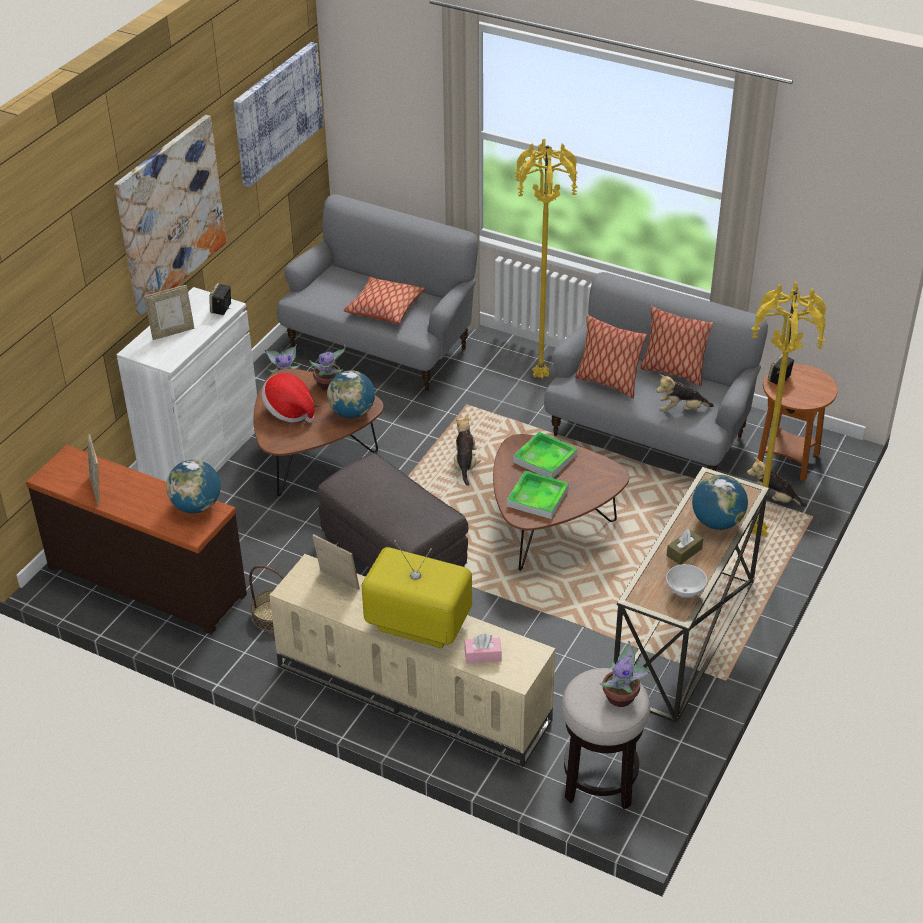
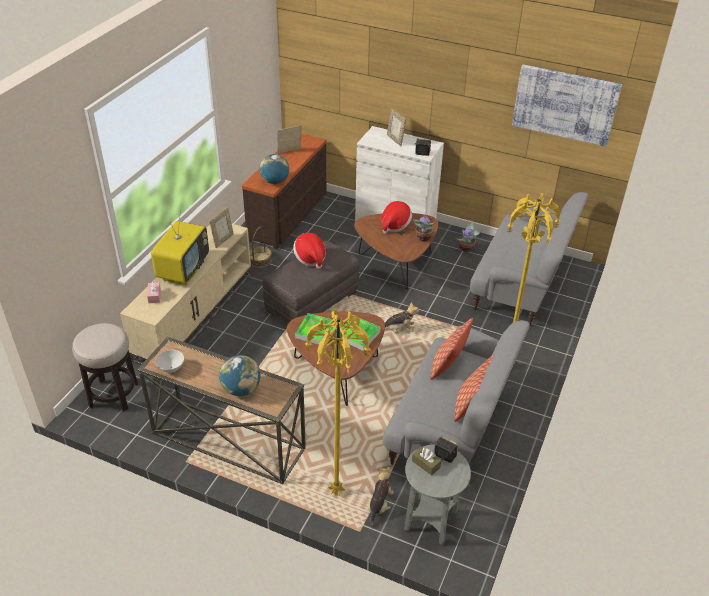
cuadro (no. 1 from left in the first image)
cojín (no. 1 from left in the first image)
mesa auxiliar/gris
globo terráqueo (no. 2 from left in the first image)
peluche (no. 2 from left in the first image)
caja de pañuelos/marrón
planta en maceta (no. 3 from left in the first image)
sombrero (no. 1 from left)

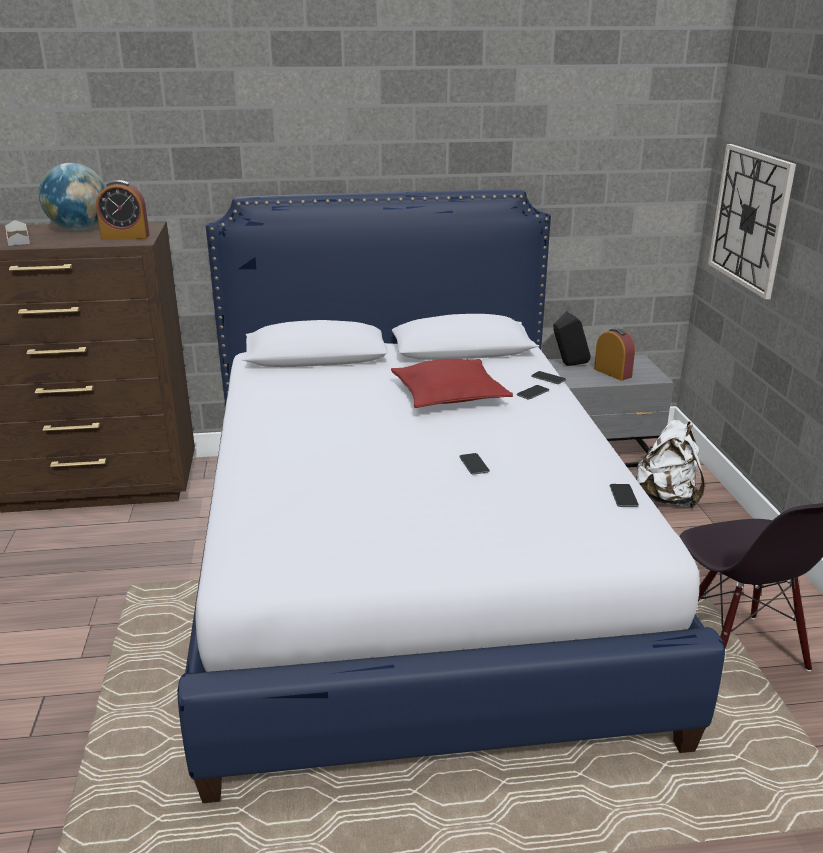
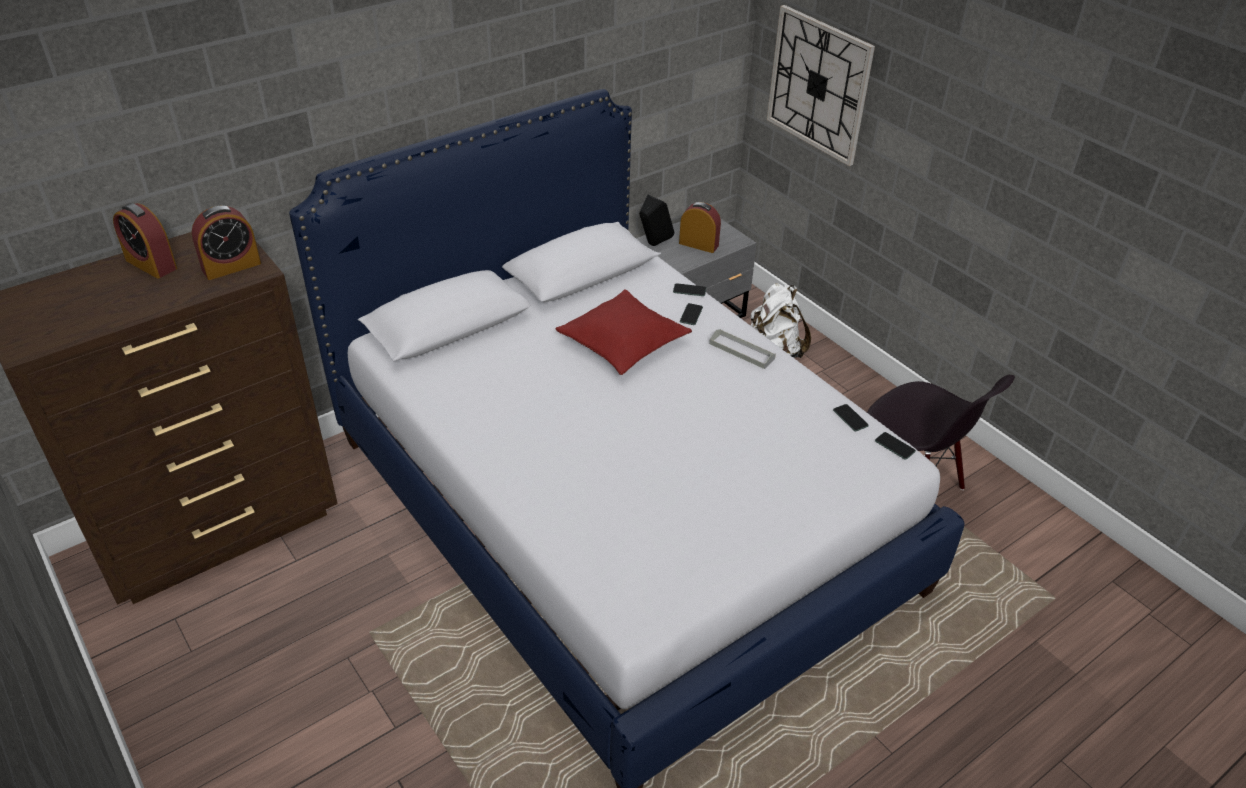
despertador (no. 1 from left)
bandeja/gris
móvil (no. 4 from left)

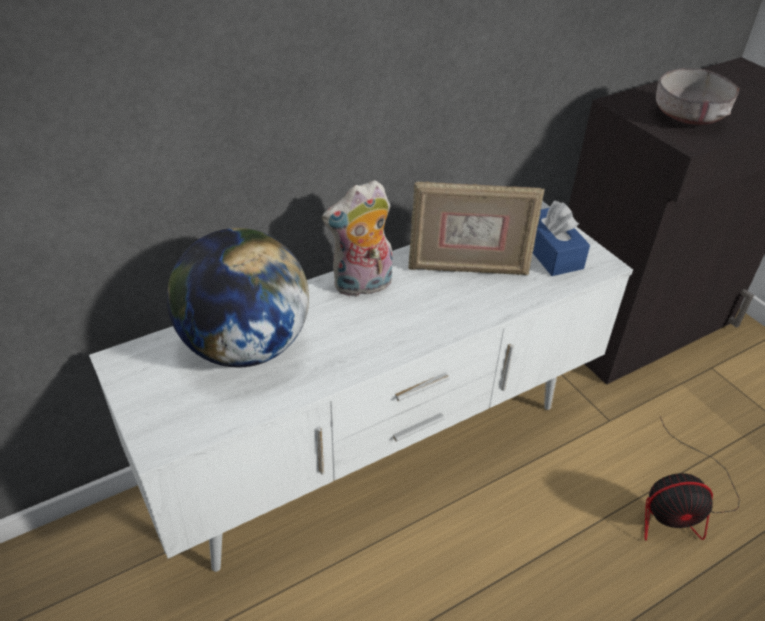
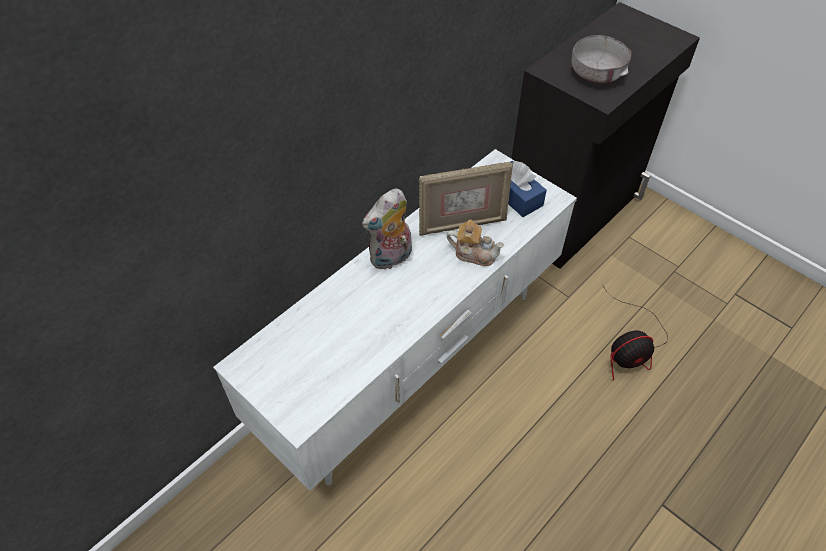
globo terráqueo
tetera

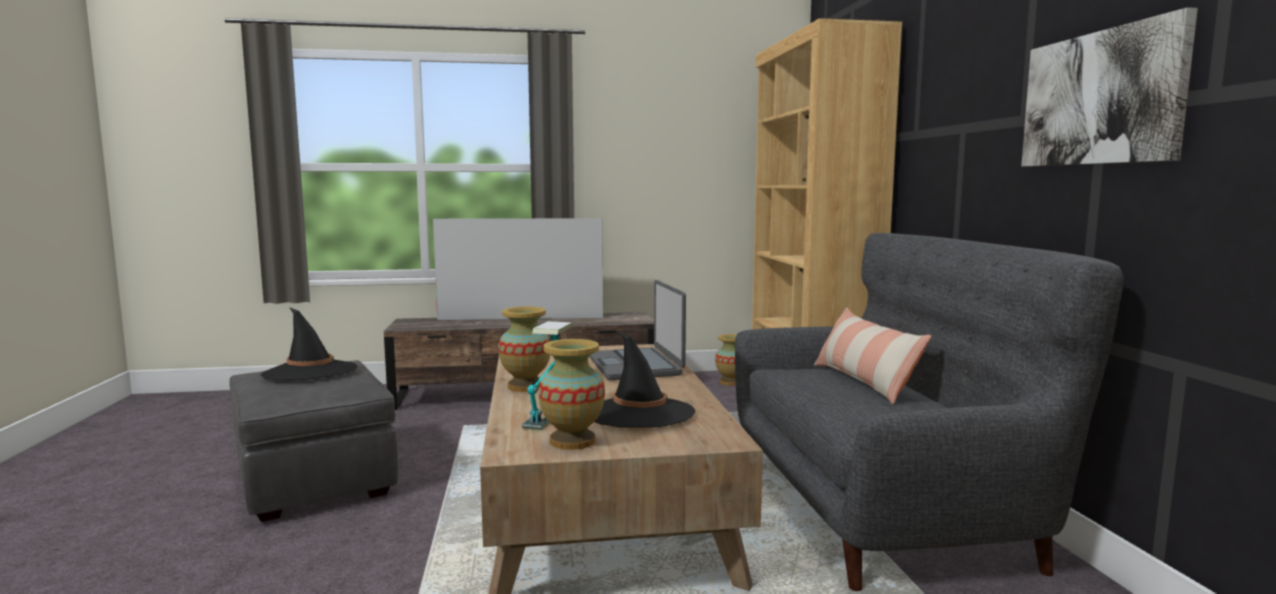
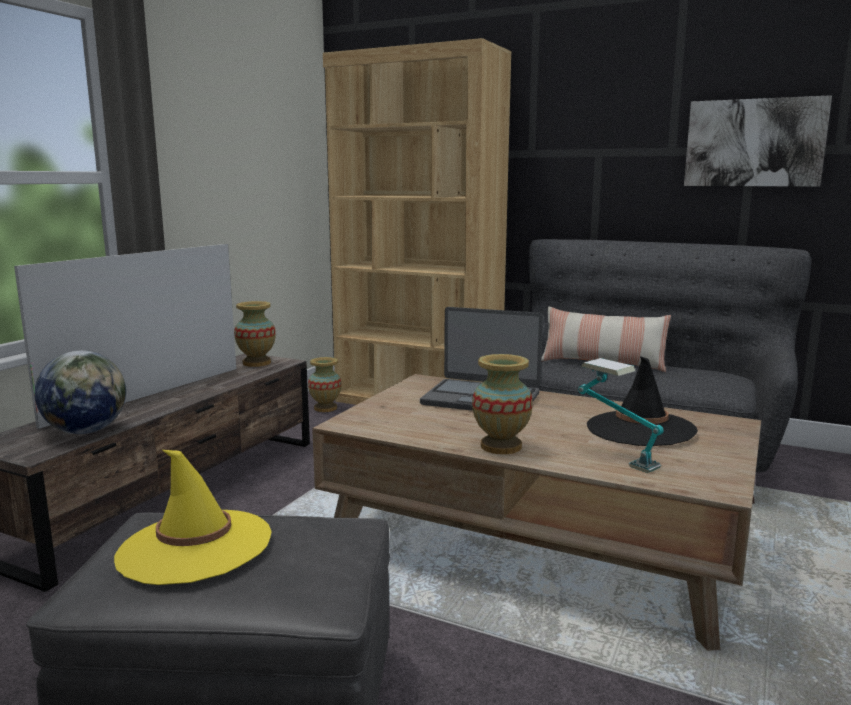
sombrero/amarillo
florero (no. 1 from left)
globo terráqueo

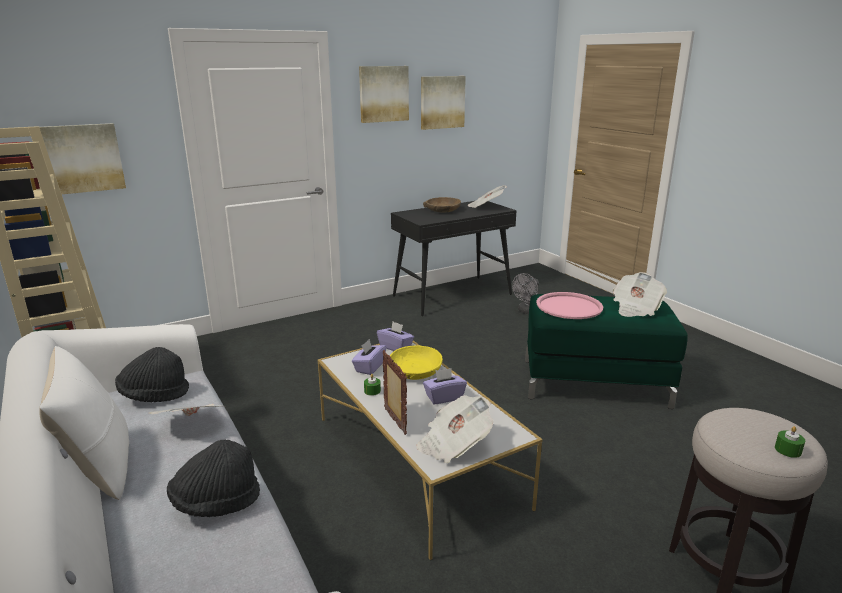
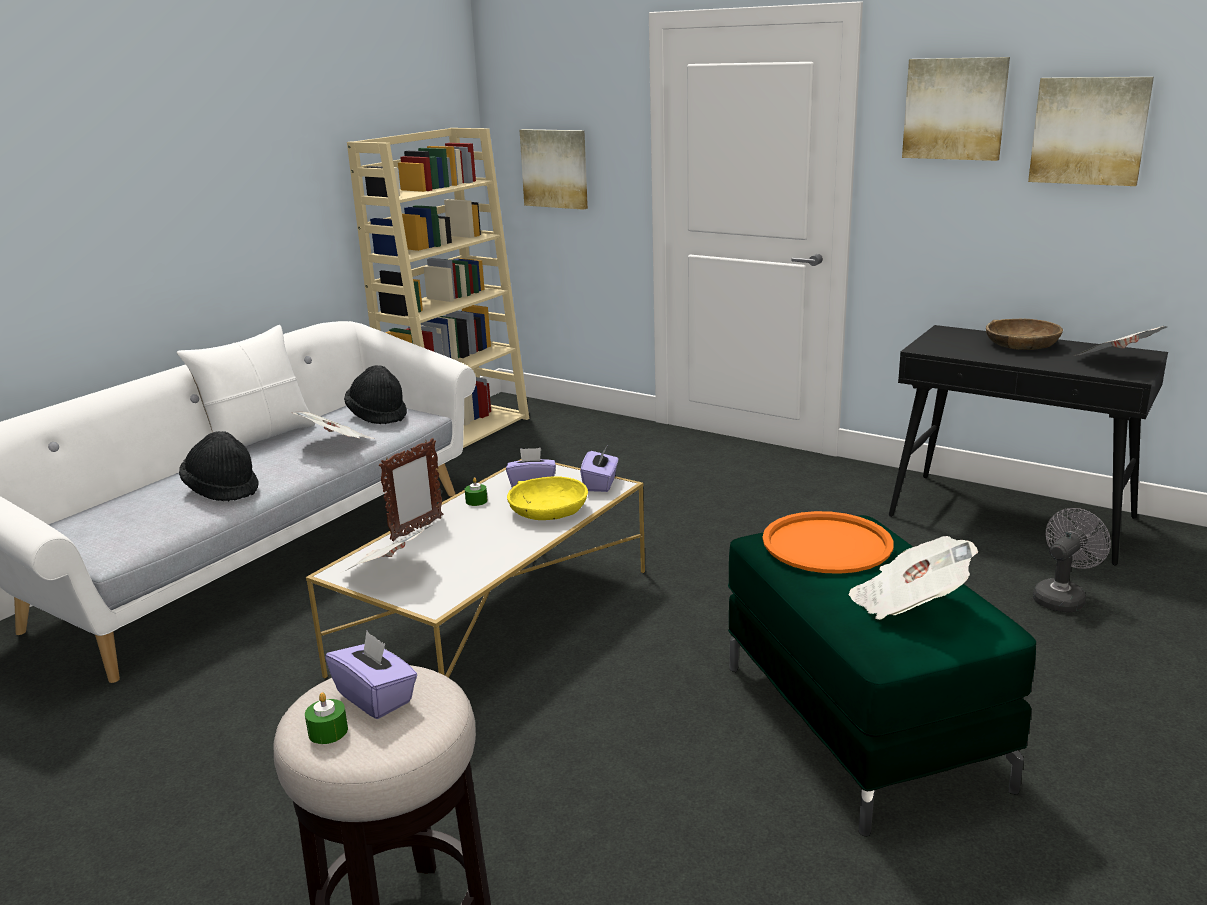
ventilador/gris
bandeja/naranja
caja de pañuelos/morado (no. 1 from left)

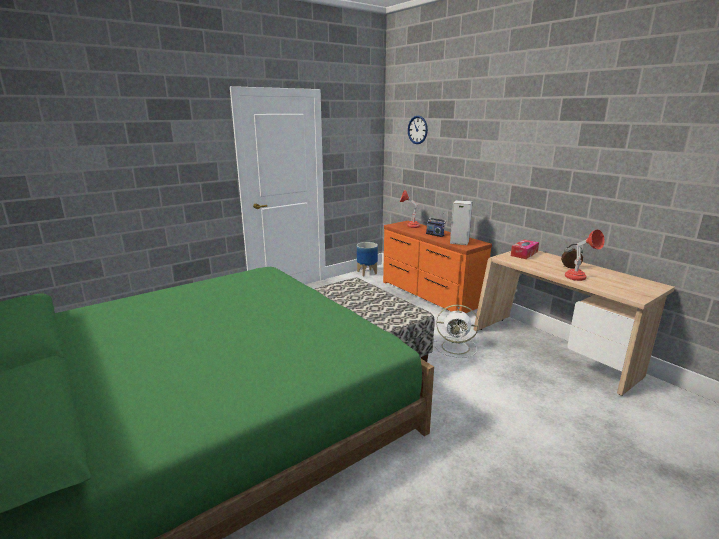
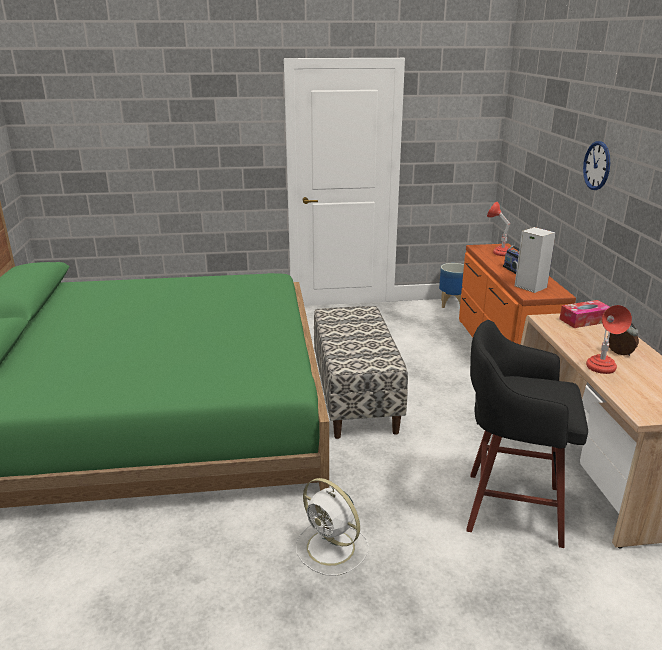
reloj de pared
ventilador/blanco
taburete/negro

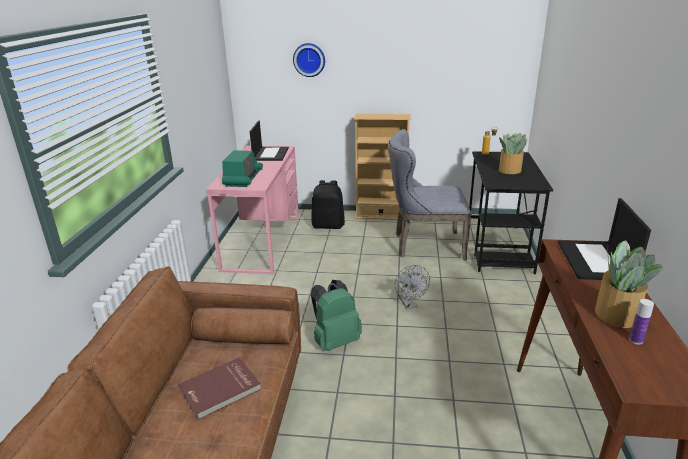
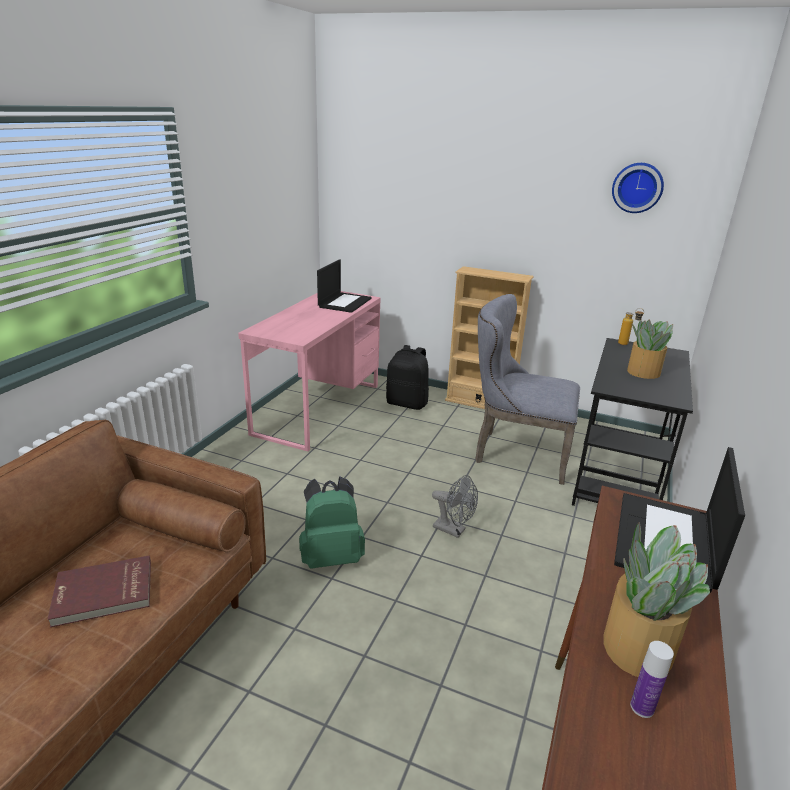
reloj de pared
radio
ventilador/gris

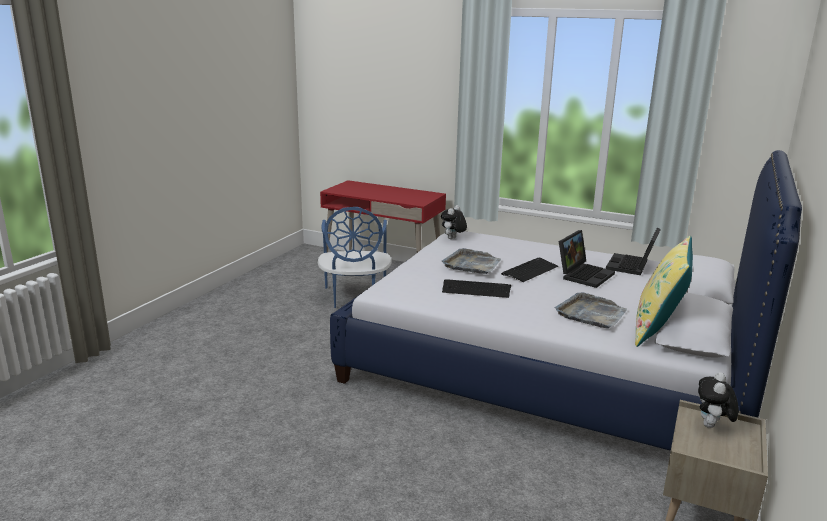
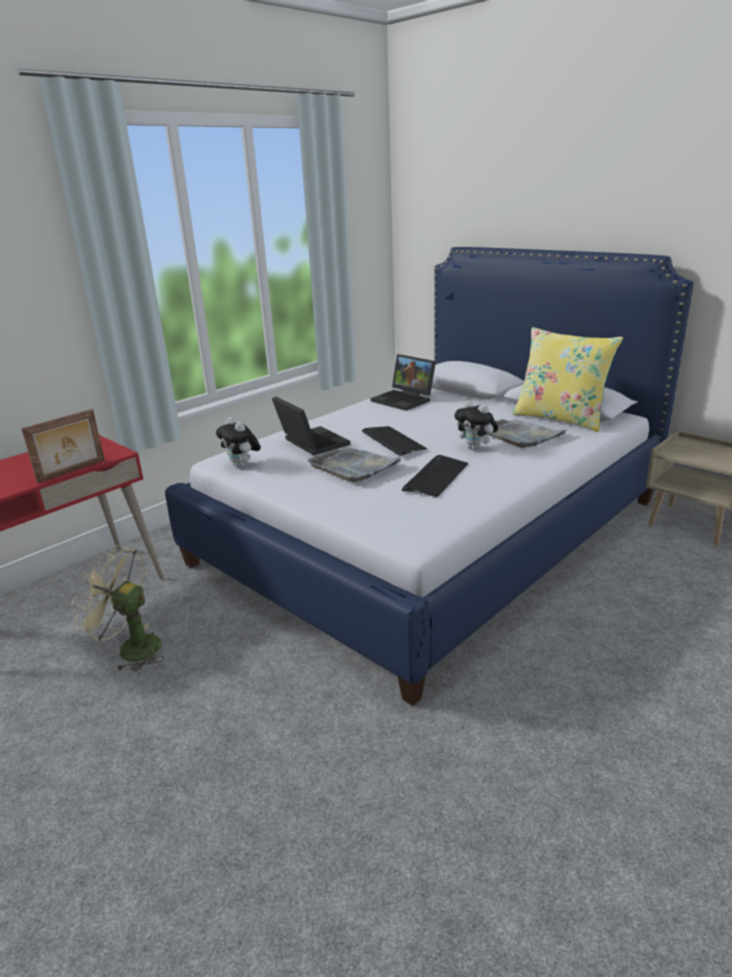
ventilador/beis
portátil (no. 1 from left)
peluche (no. 2 from left)
portarretratos

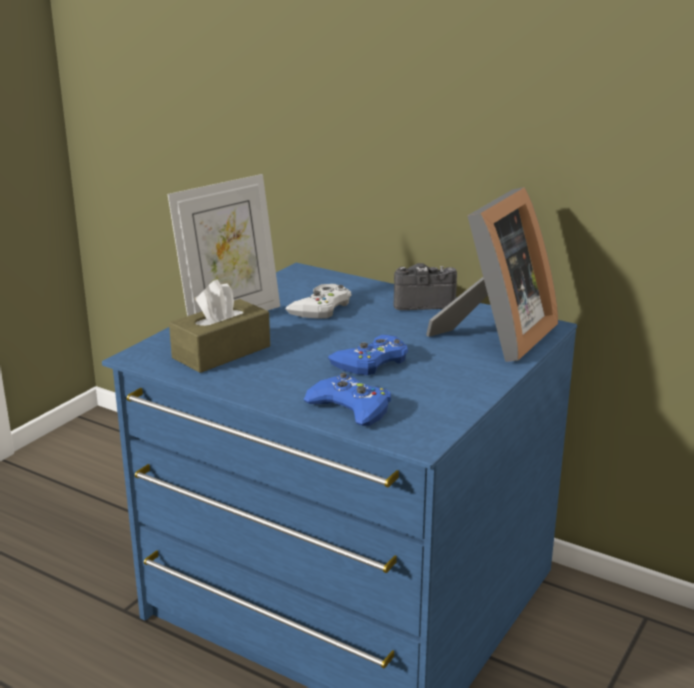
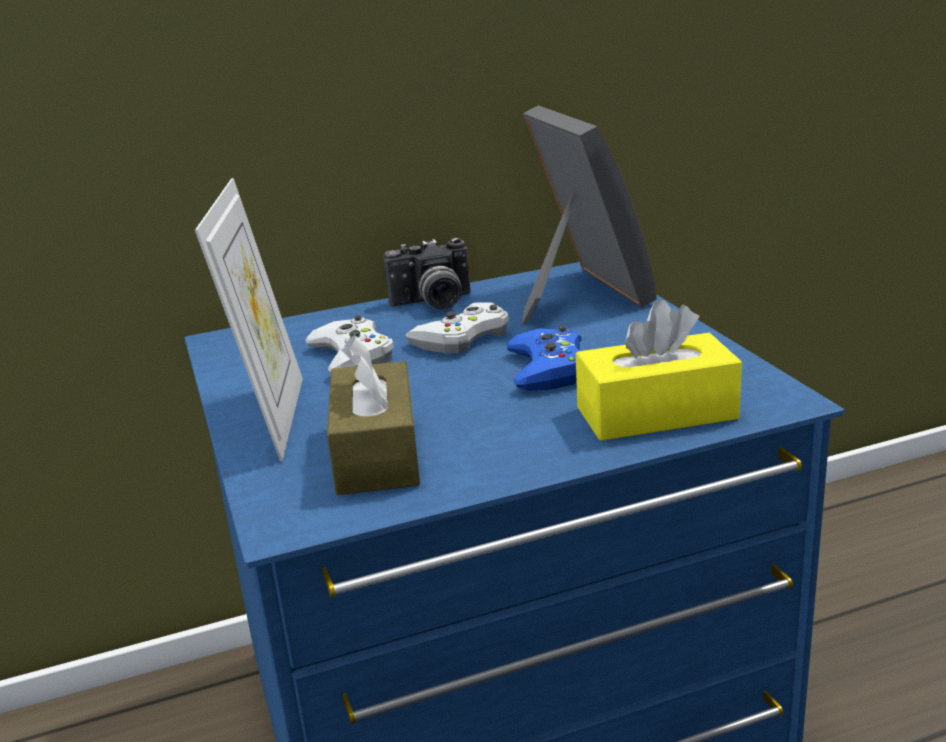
cámara
caja de pañuelos/amarillo
mando de consola/blanco (no. 2 from left)

